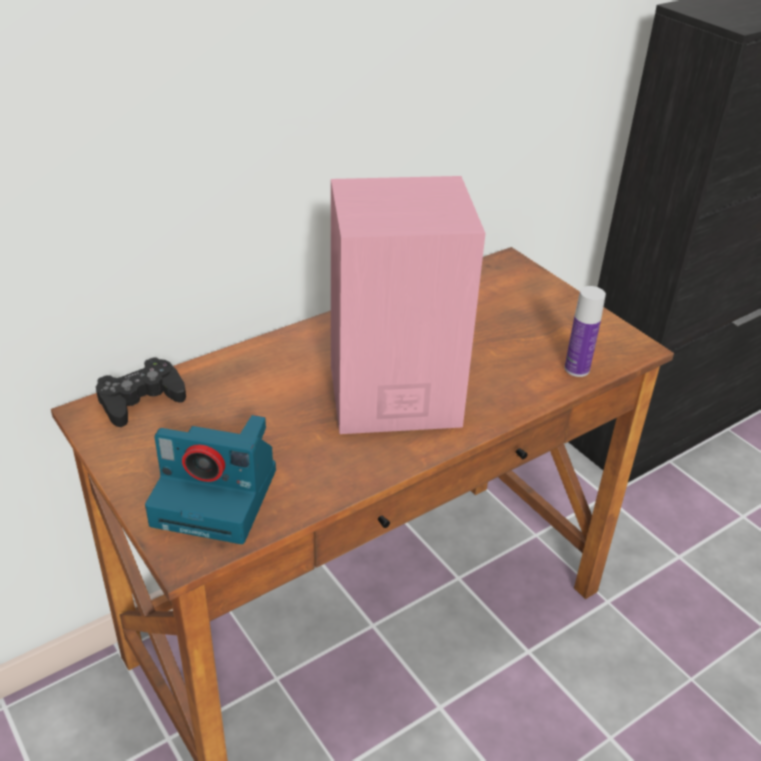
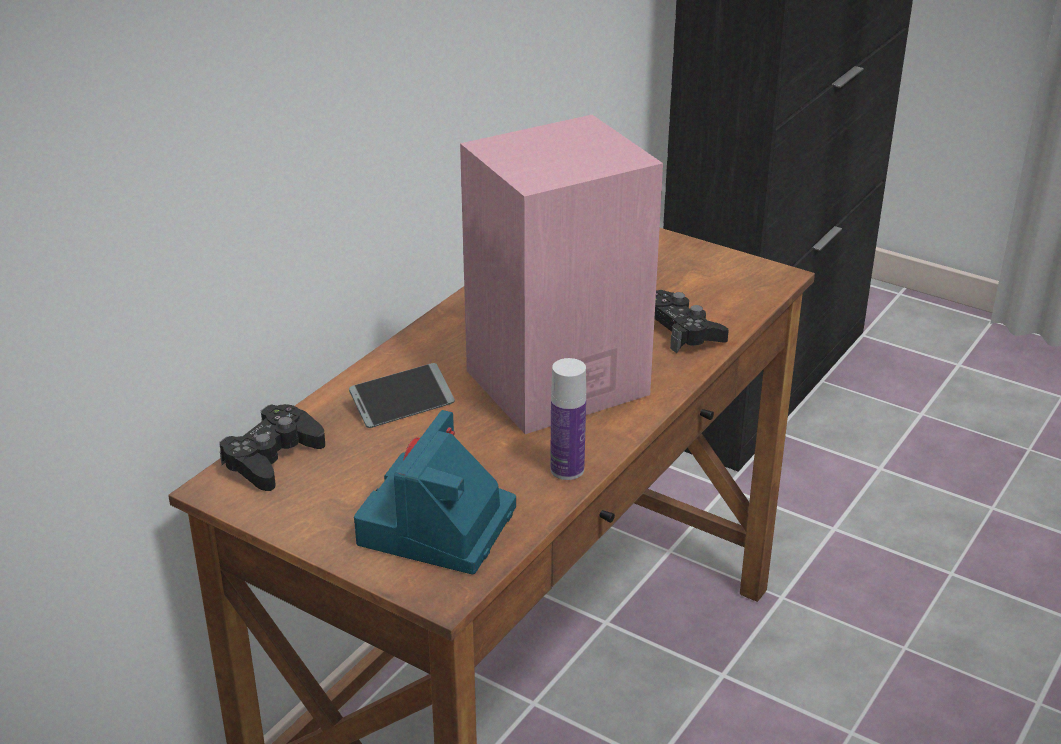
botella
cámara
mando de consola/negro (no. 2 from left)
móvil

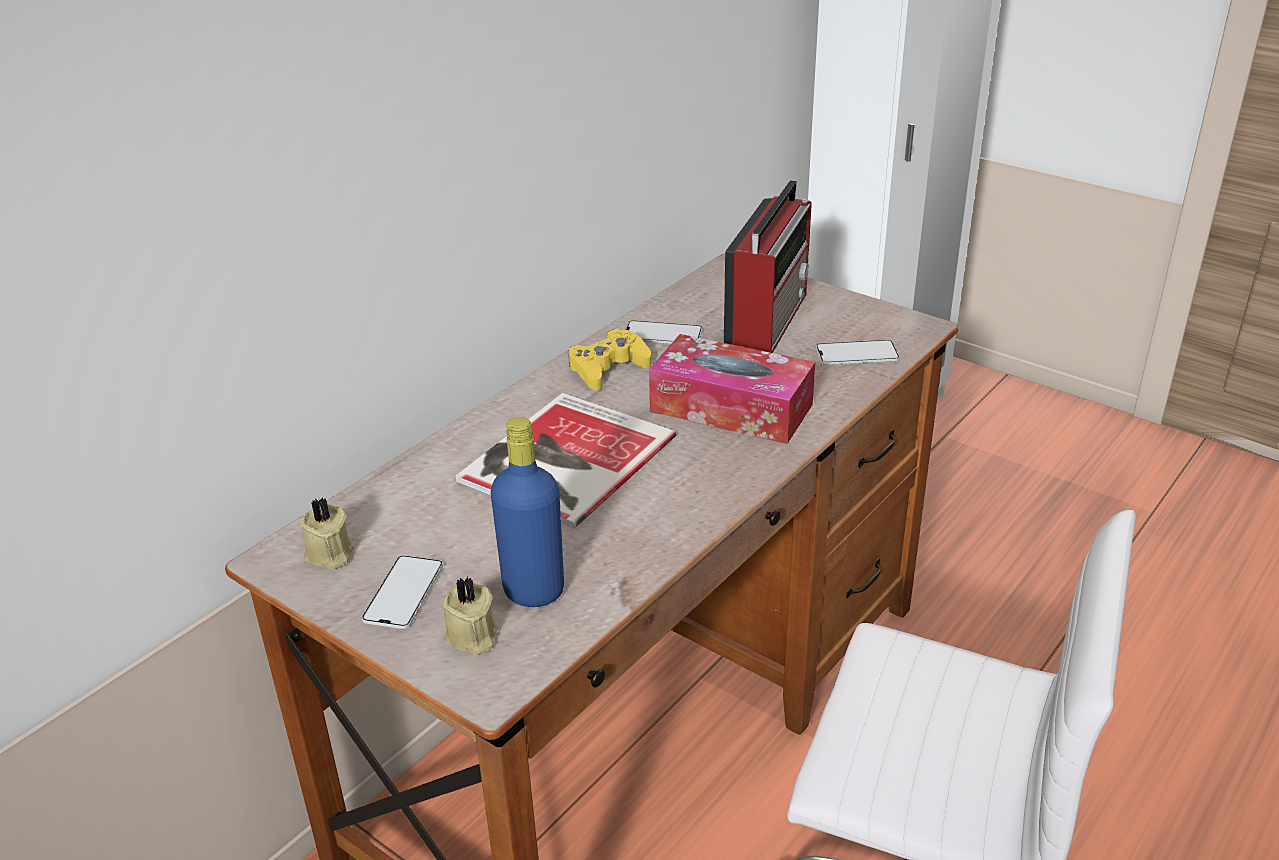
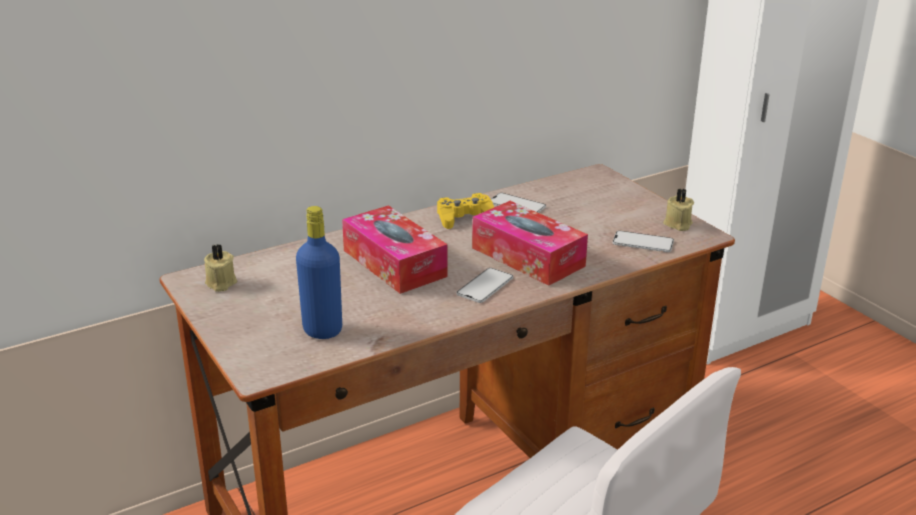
radio
caja de pañuelos (no. 1 from left)
móvil (no. 1 from left)
vela/beis (no. 2 from left)

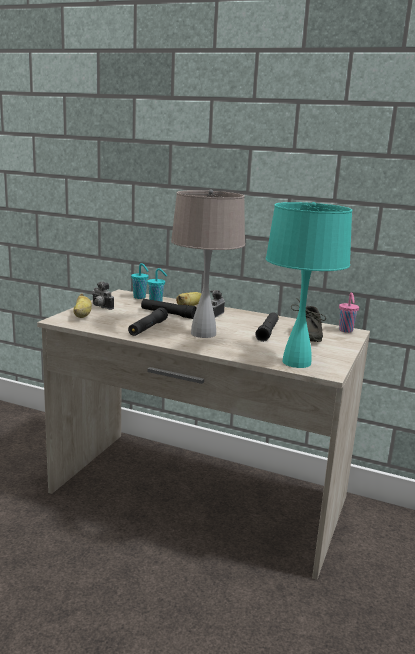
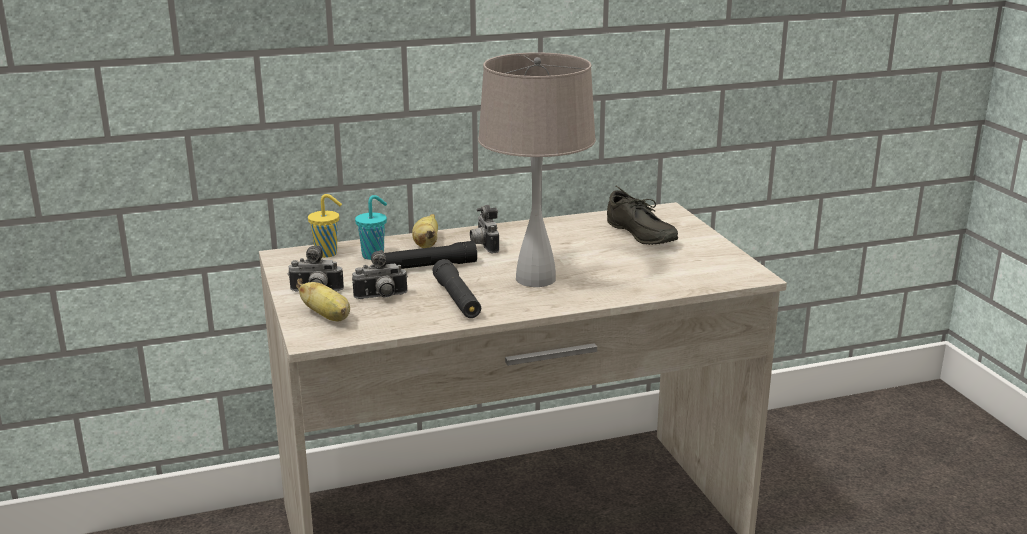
lámpara de mesa/turquesa
taza/amarillo
taza/rosa
linterna/negro (no. 3 from left in the first image)
cámara (no. 2 from left)

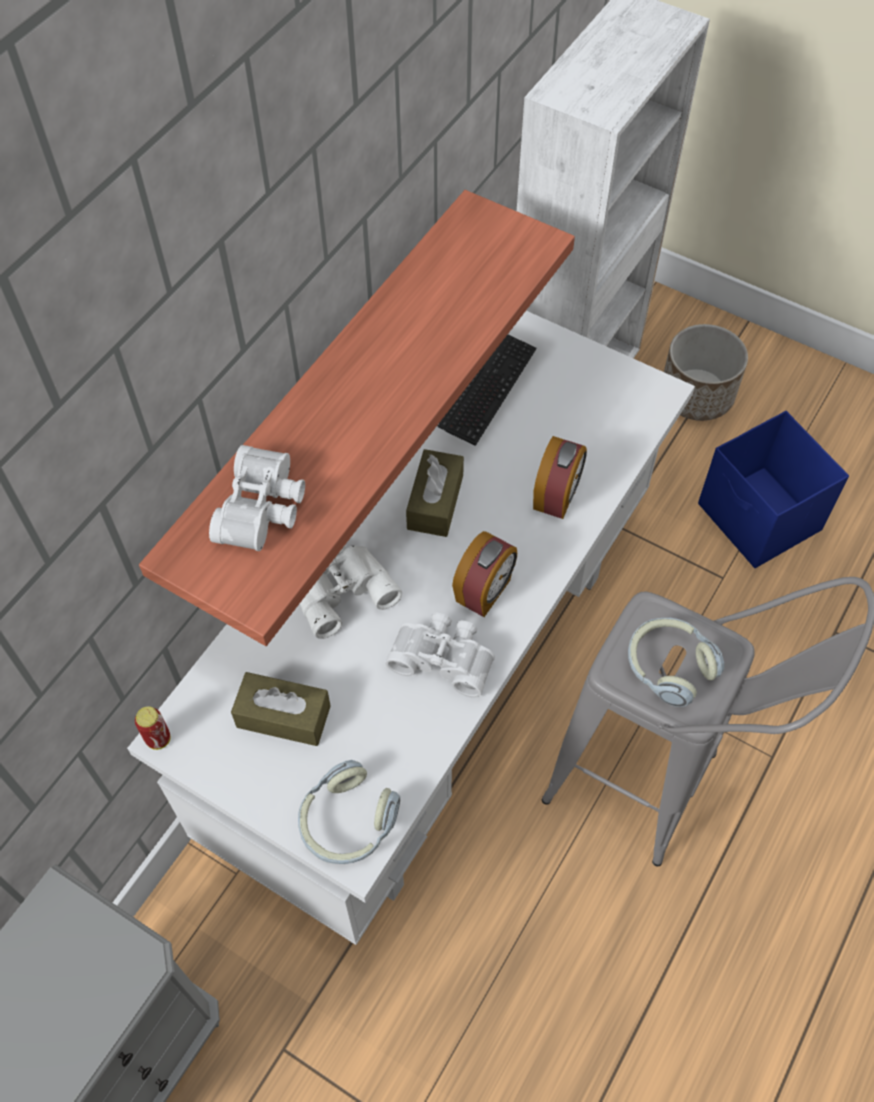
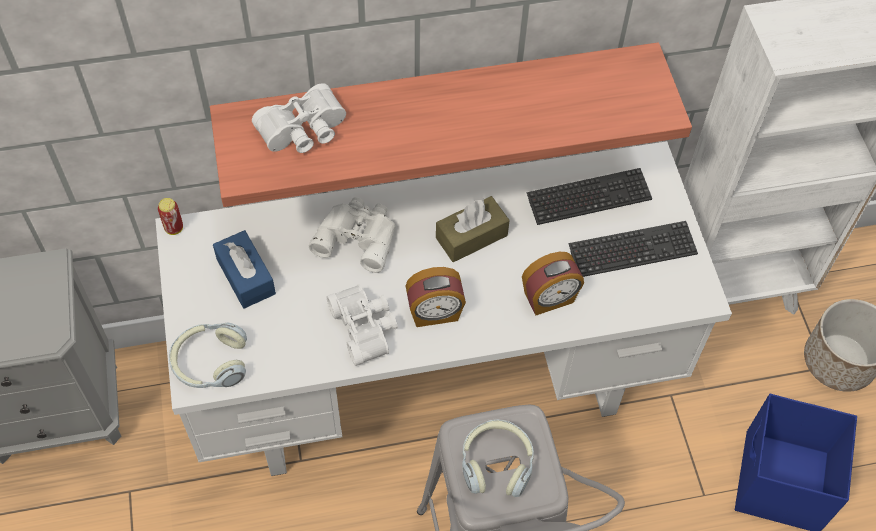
caja de pañuelos/azul
teclado (no. 2 from left)

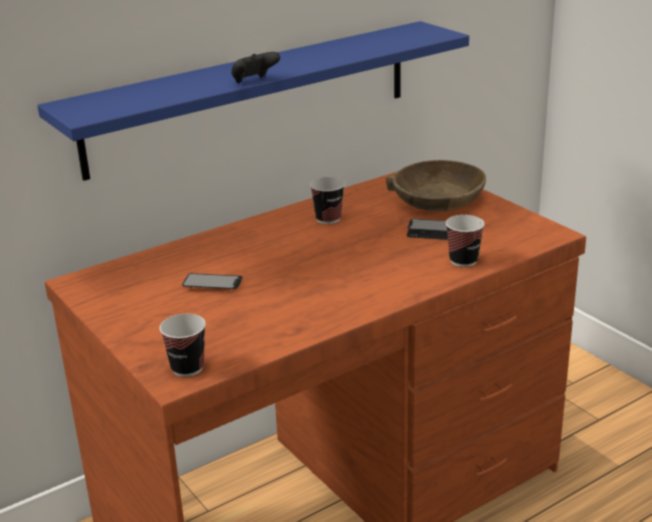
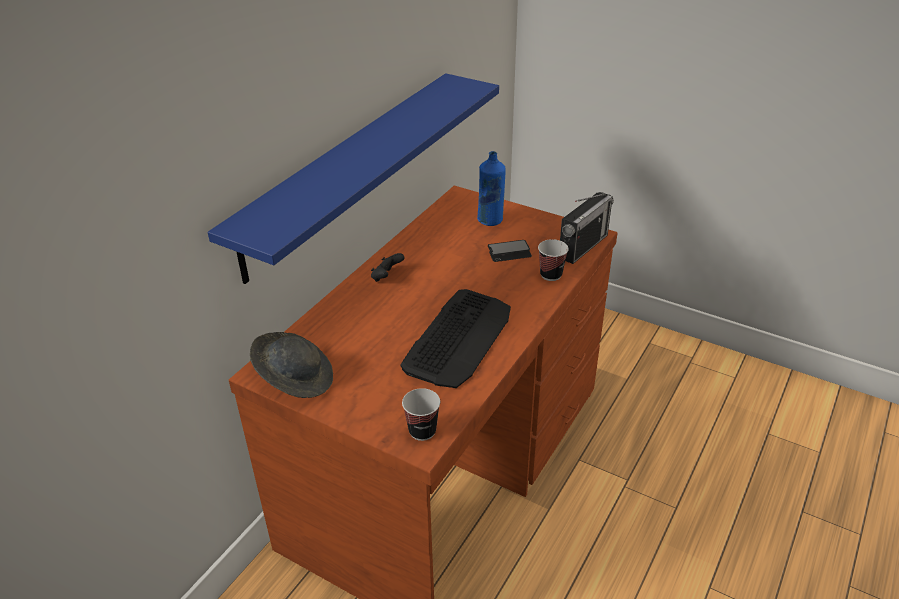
mando de consola/negro
botella/azul
taza (no. 2 from left in the first image)
móvil (no. 1 from left in the first image)
radio
teclado
sombrero/gris

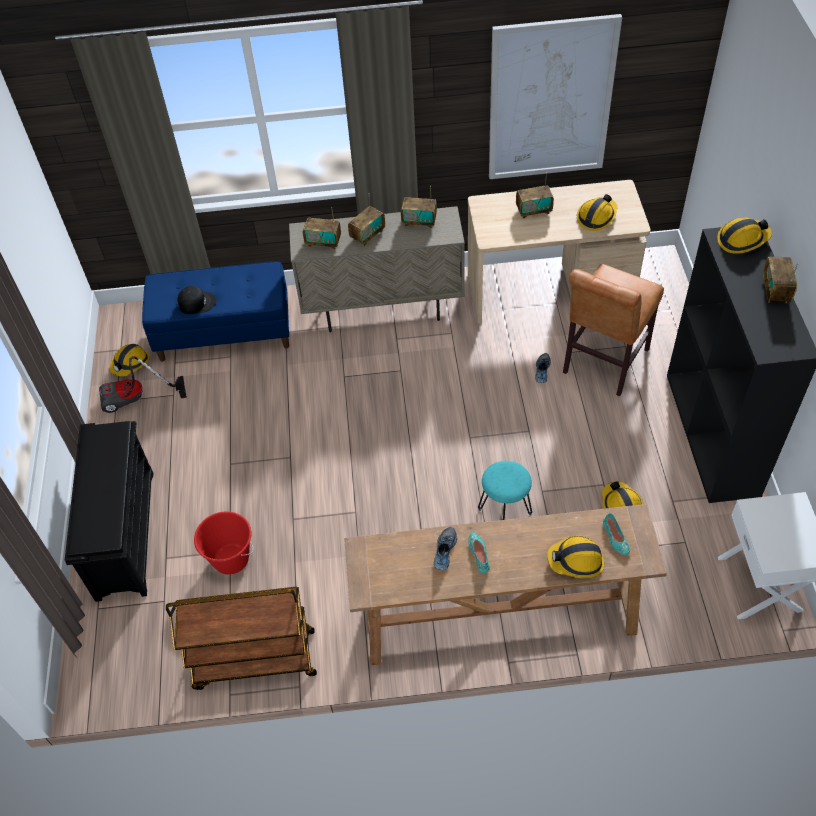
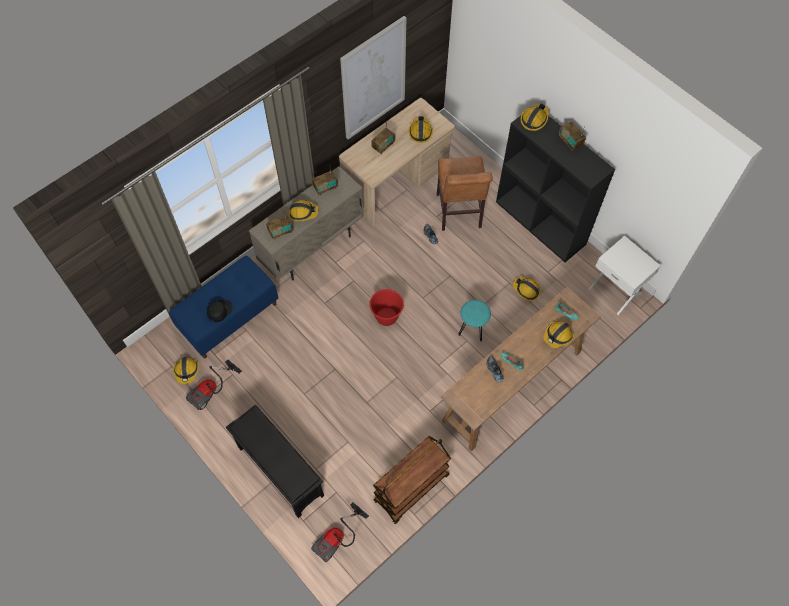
casco (no. 2 from left)
cubo/rojo
aspiradora (no. 2 from left)

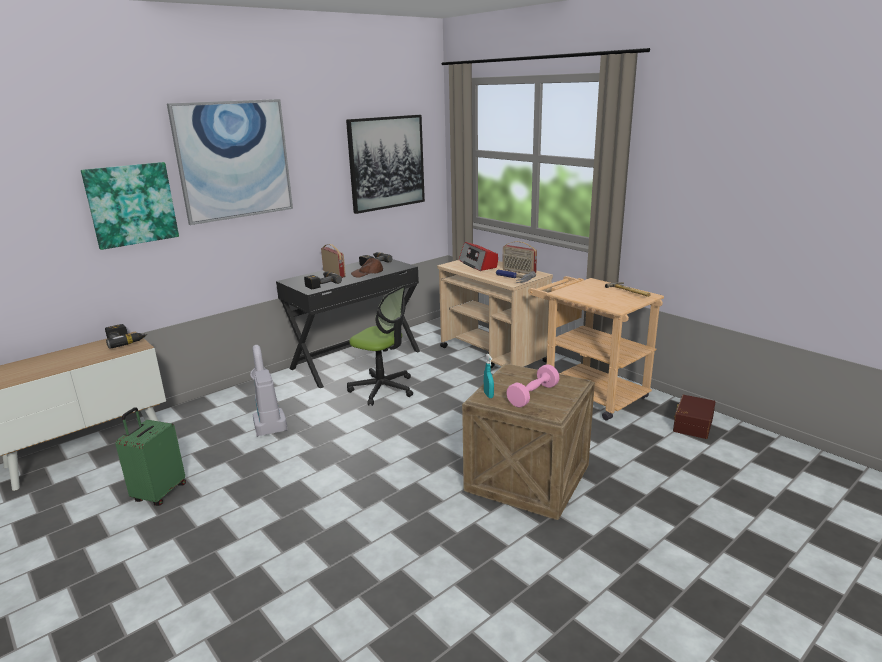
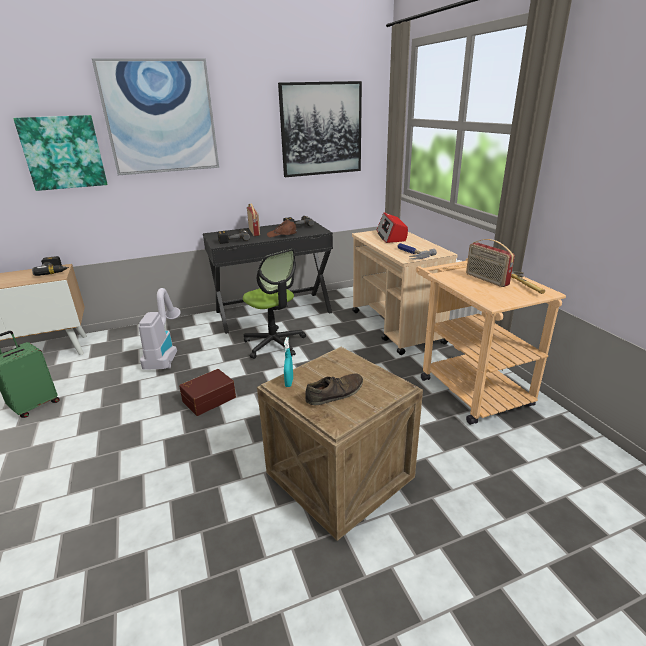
radio (no. 3 from left)
zapato/marrón
caja de almacenaje/marrón

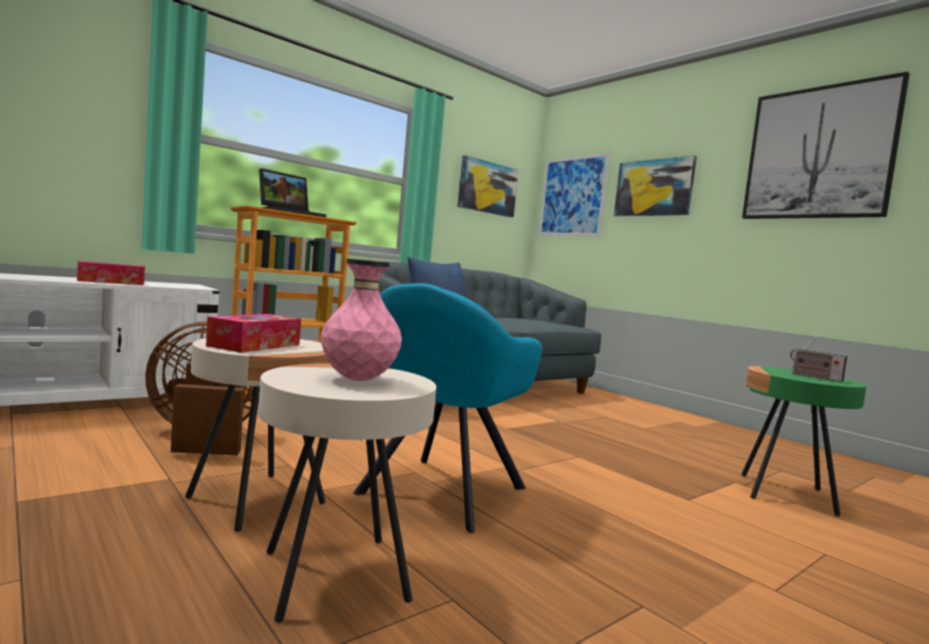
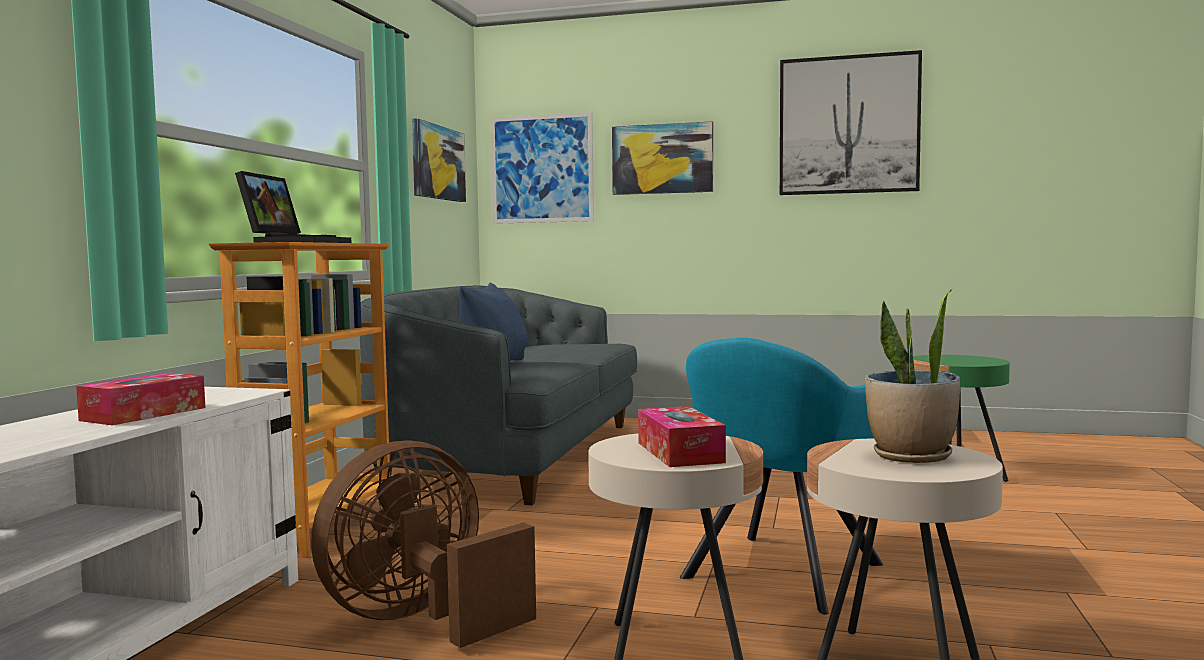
planta en maceta
sillón/turquesa
radio

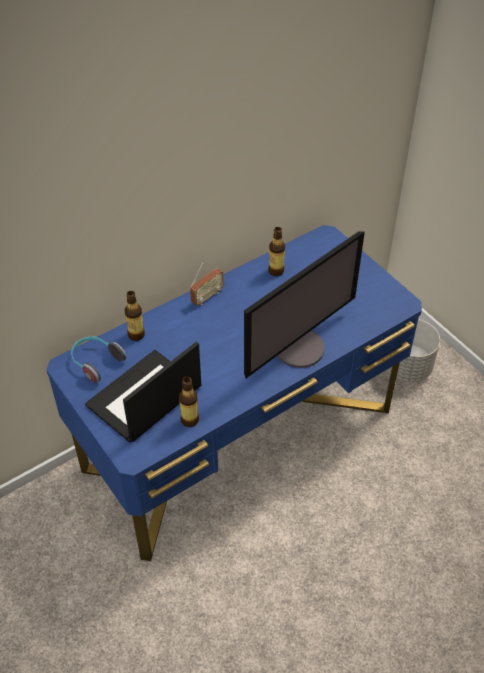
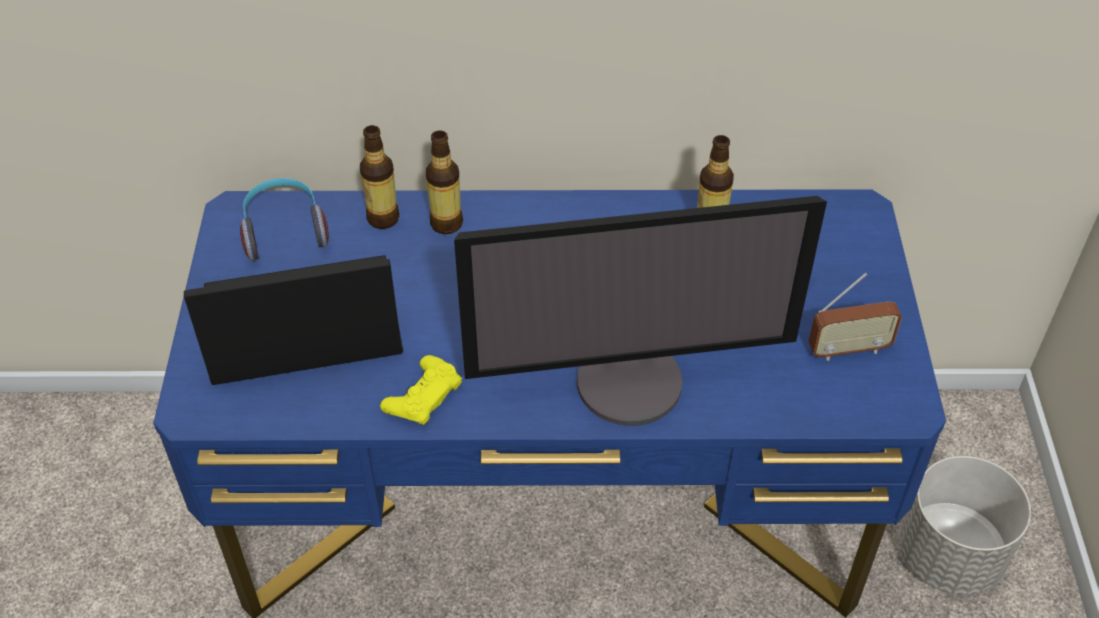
radio
botella (no. 2 from left)
mando de consola/amarillo

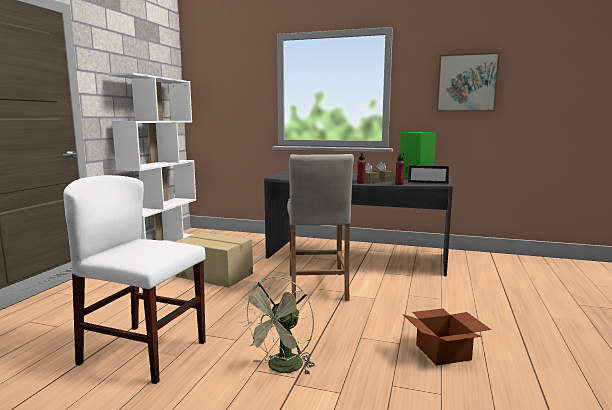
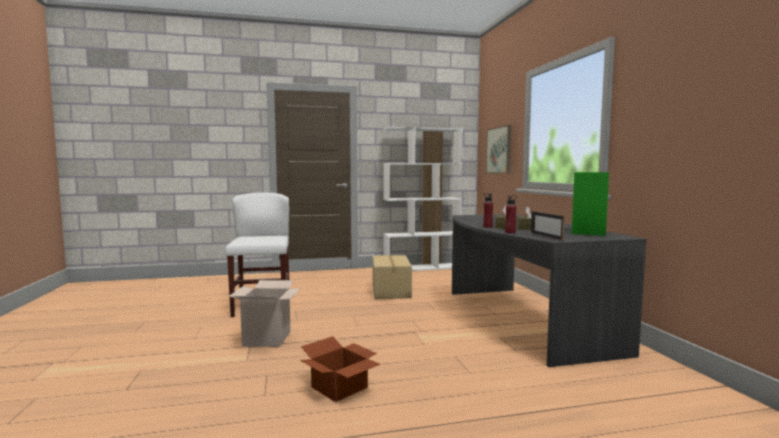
cuadro
taburete/beis
caja de cartón (no. 1 from left)

